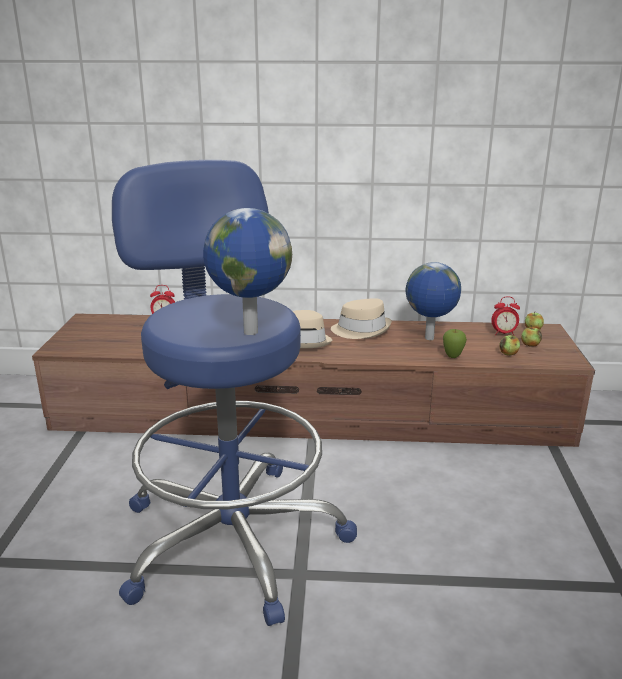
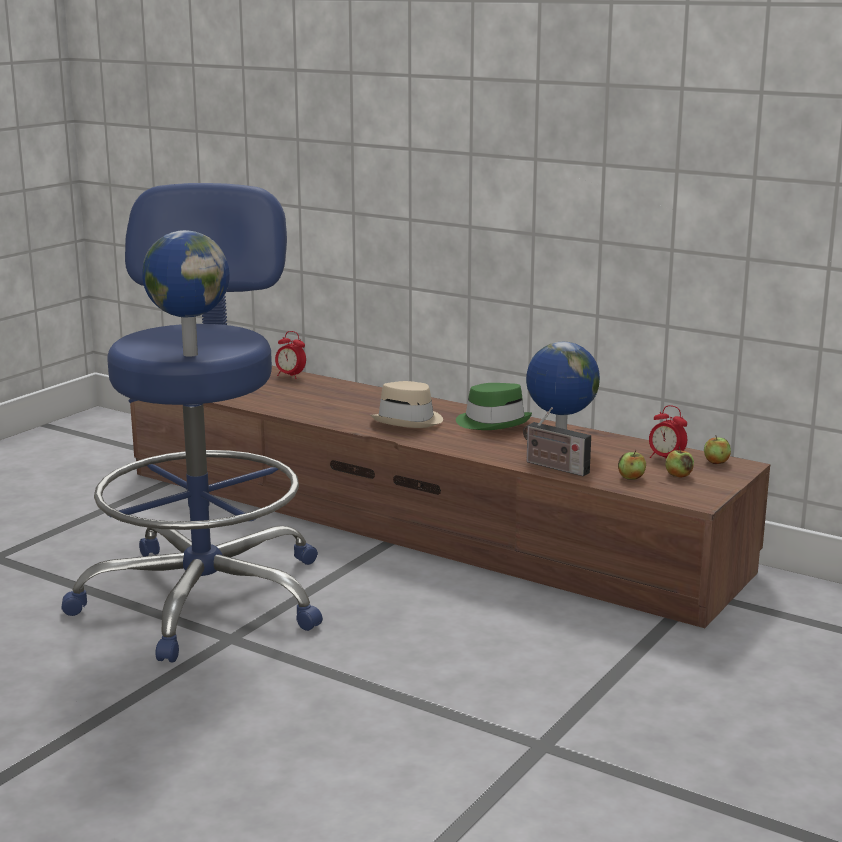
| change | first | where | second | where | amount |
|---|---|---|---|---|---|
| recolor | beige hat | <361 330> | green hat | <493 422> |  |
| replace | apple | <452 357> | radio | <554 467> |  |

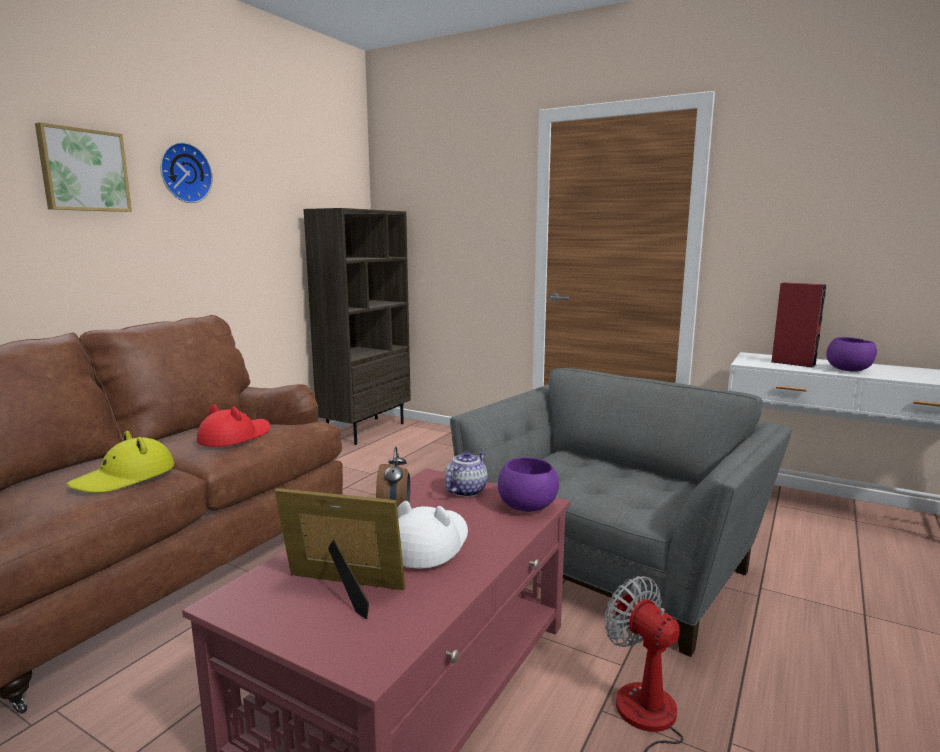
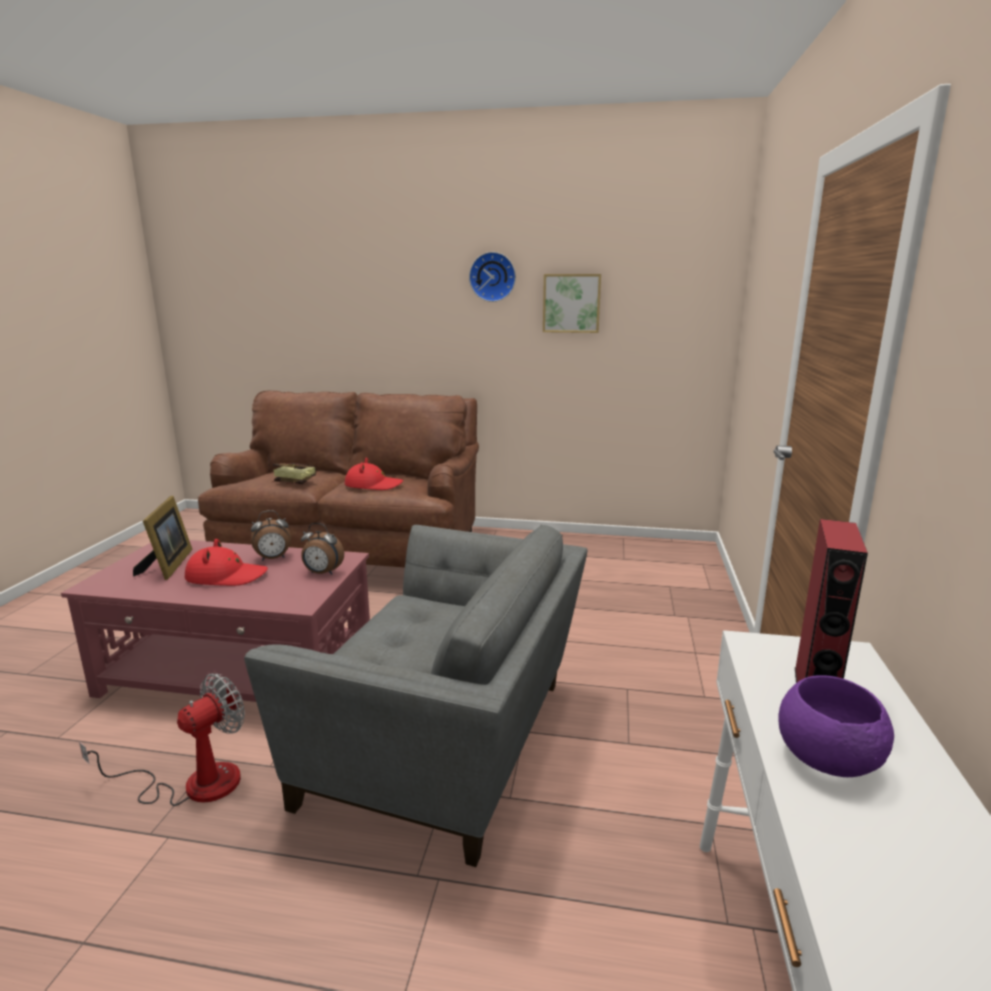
| change | first | where | second | where | amount |
|---|---|---|---|---|---|
| move | picture | <83 170> |  | <571 303> |  |
| replace | yellow hat | <125 477> | book | <292 482> |  |
| delete | brown bookcase | <366 430> |  |  |  |
| recolor | white hat | <428 544> | red hat | <226 576> |  |
| replace | teapot | <466 490> | alarm clock | <322 573> |  |
| delete | purple bowl | <528 507> |  |  |  |

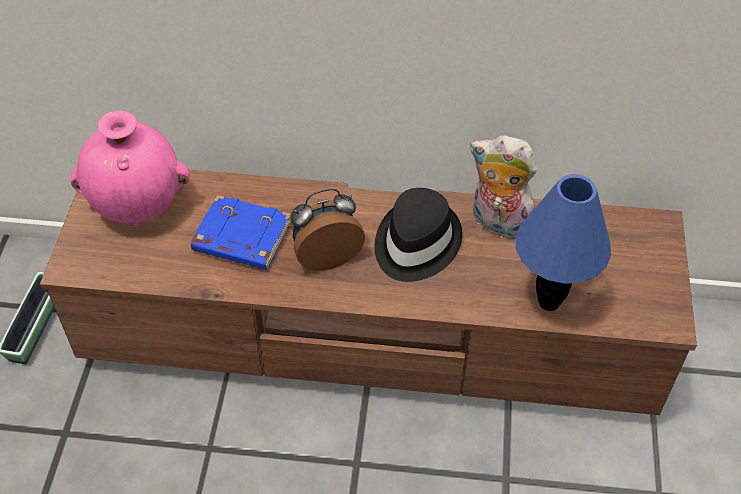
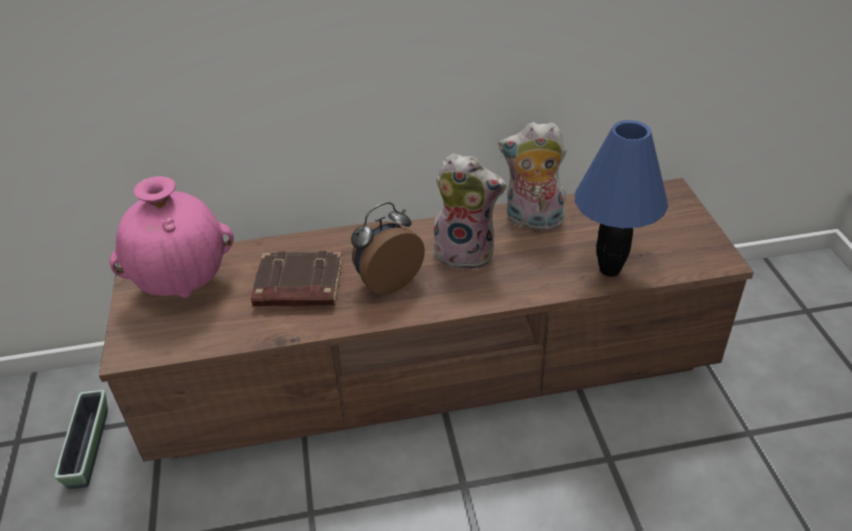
| change | first | where | second | where | amount |
|---|---|---|---|---|---|
| recolor | blue book | <240 239> | brown book | <298 287> |  |
| replace | black hat | <415 243> | plush toy | <466 252> |  |

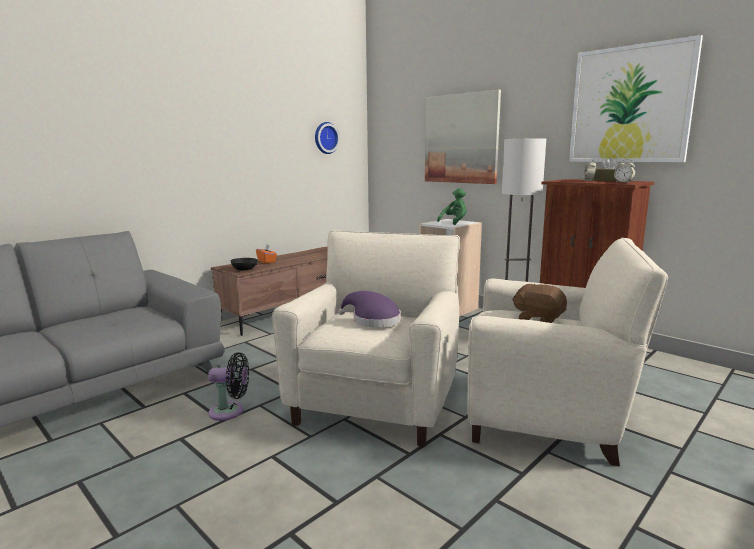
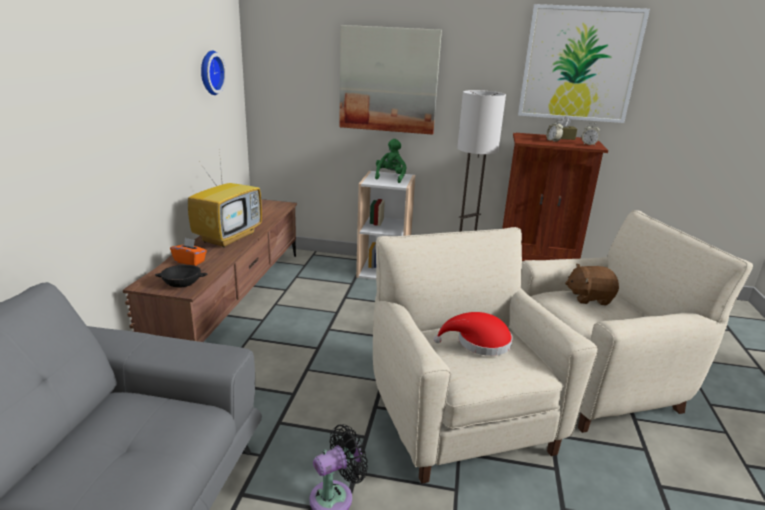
| change | first | where | second | where | amount |
|---|---|---|---|---|---|
| recolor | purple hat | <372 320> | red hat | <479 342> |  |
| insert |  |  | television | <228 237> |  |

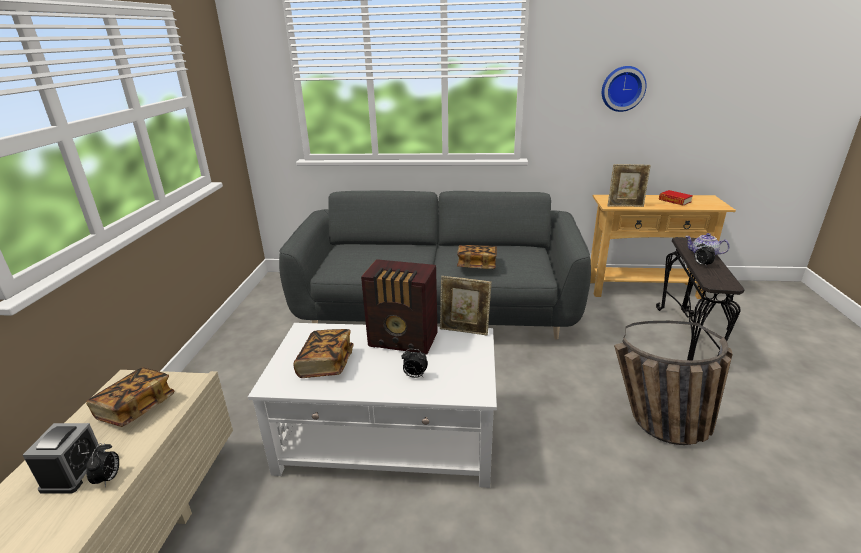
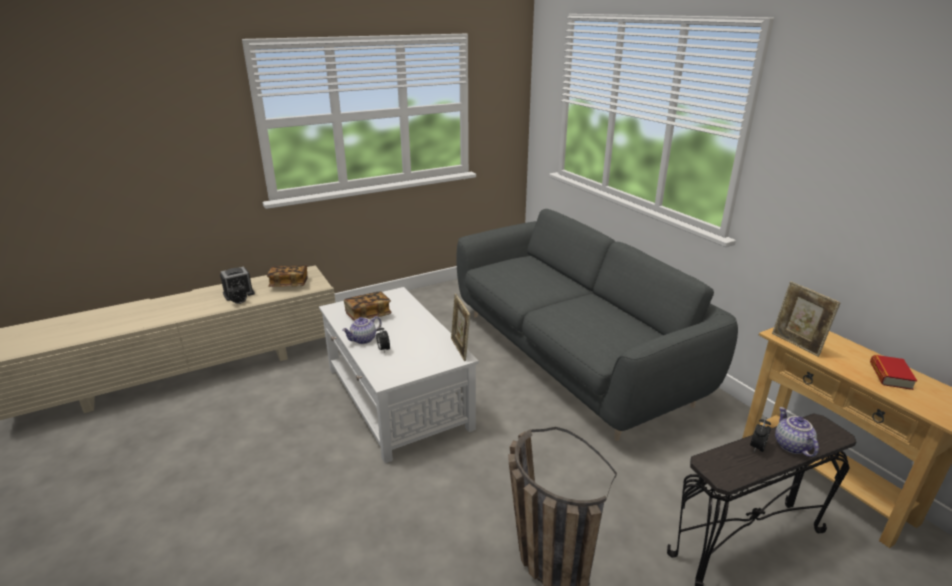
| change | first | where | second | where | amount |
|---|---|---|---|---|---|
| delete | radio | <404 341> |  |  |  |
| delete | book | <476 266> |  |  |  |
| delete | wall clock | <622 88> |  |  |  |
| insert |  |  | teapot | <363 340> |  |

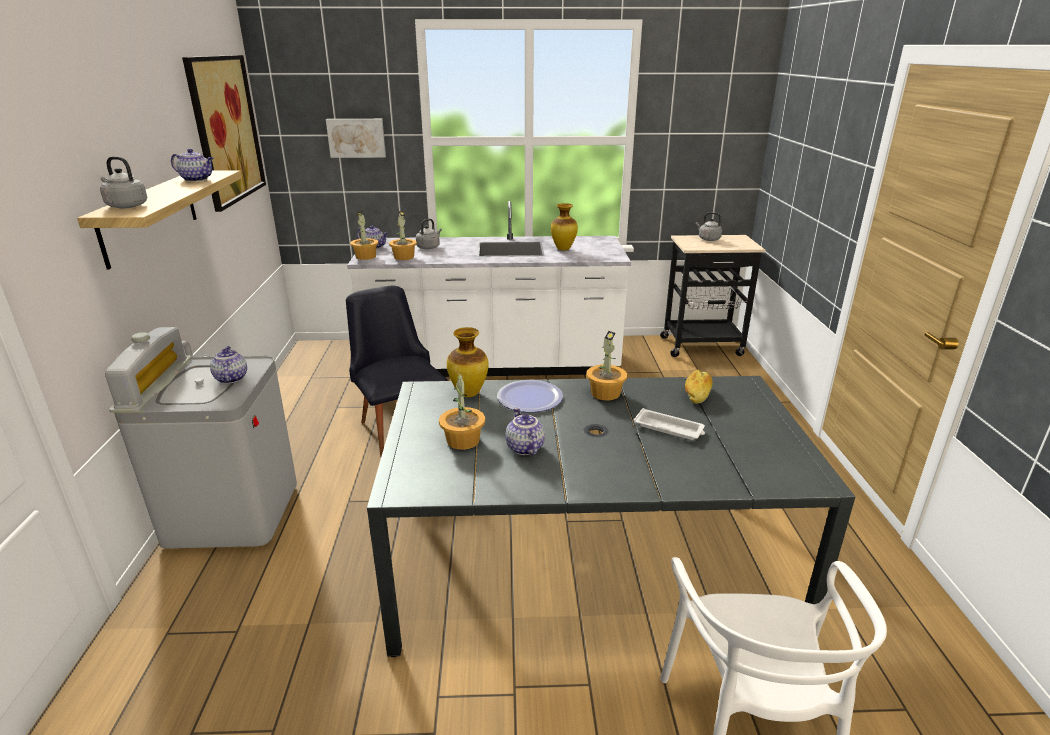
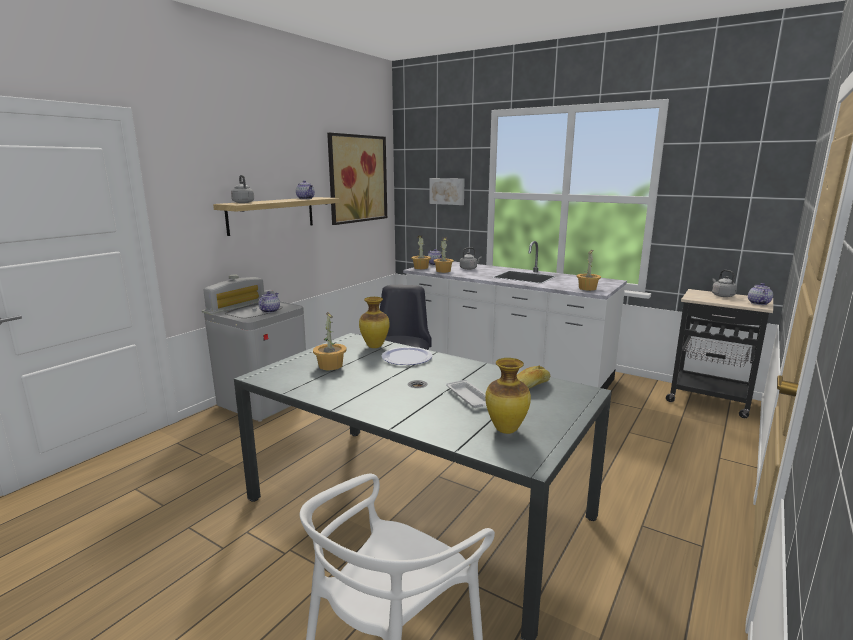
| change | first | where | second | where | amount |
|---|---|---|---|---|---|
| move | teapot | <524 448> |  | <758 303> |  |
| move | vase | <563 249> |  | <506 430> |  |
| move | potted plant | <605 393> |  | <587 288> |  |

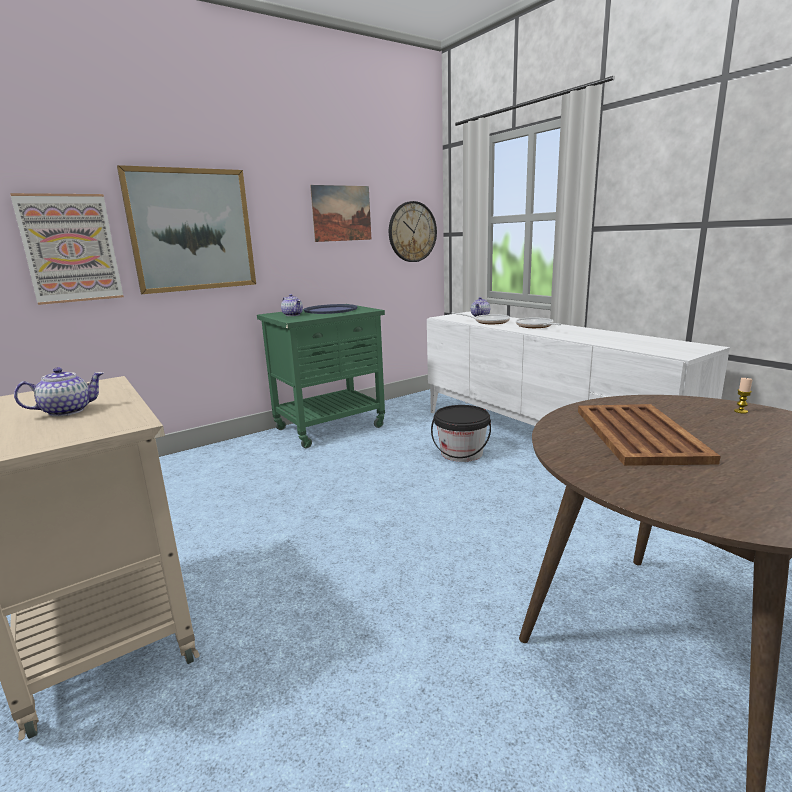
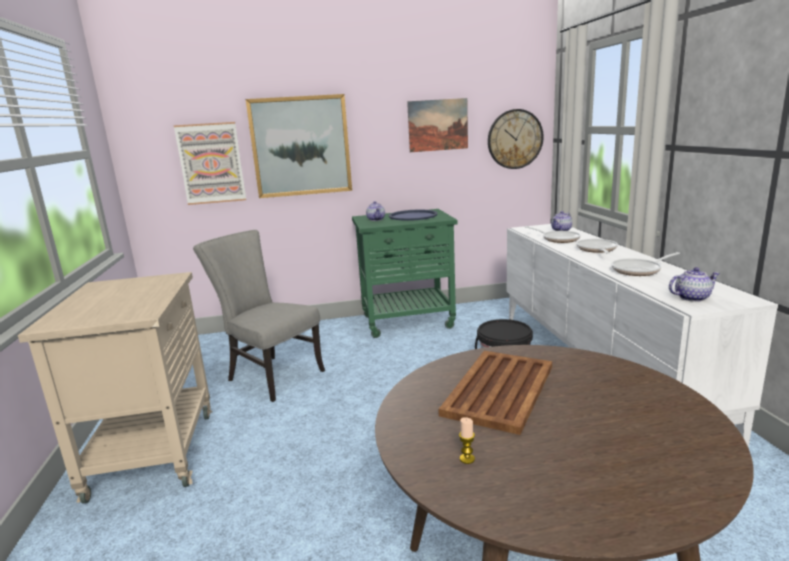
| change | first | where | second | where | amount |
|---|---|---|---|---|---|
| move | teapot | <67 411> |  | <692 297> |  |
| move | candle | <740 411> |  | <467 459> |  |
| insert |  |  | grey chair | <270 375> |  |
| insert |  |  | frying pan | <639 270> |  |

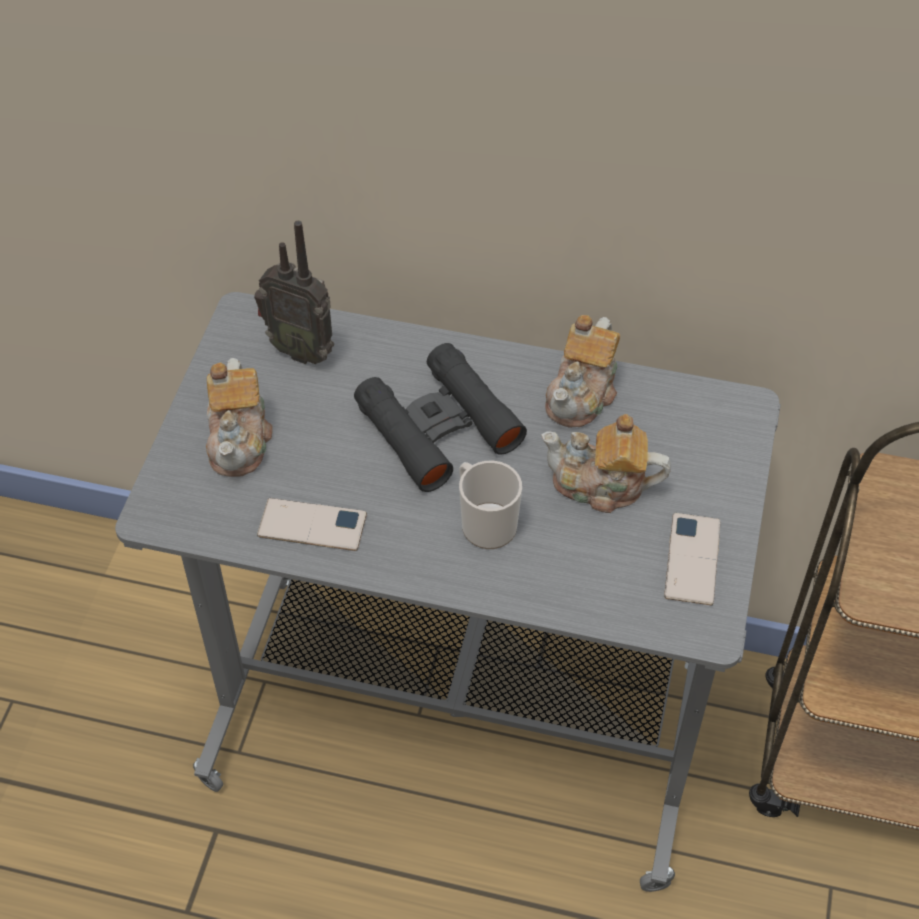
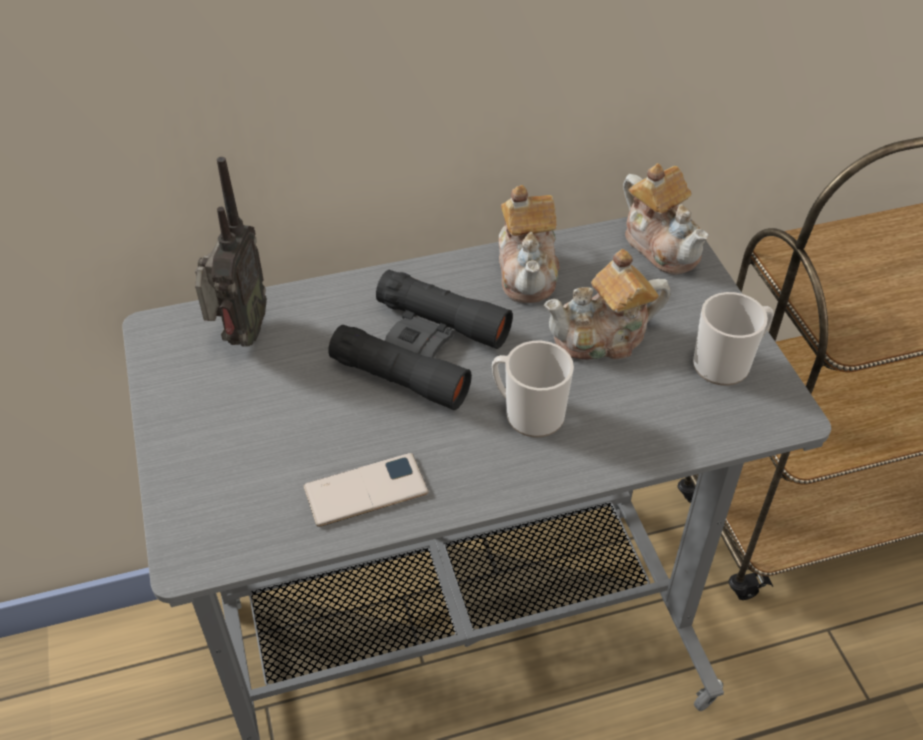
| change | first | where | second | where | amount |
|---|---|---|---|---|---|
| move | teapot | <240 439> |  | <661 245> |  |
| rotate | radio | <302 349> |  | <240 336> | 75 degrees counterclockwise |
| replace | phone | <692 559> | mug | <727 363> |  |

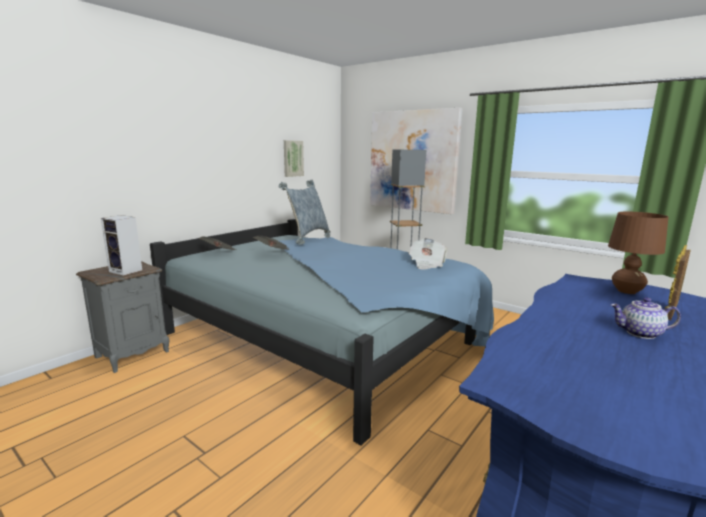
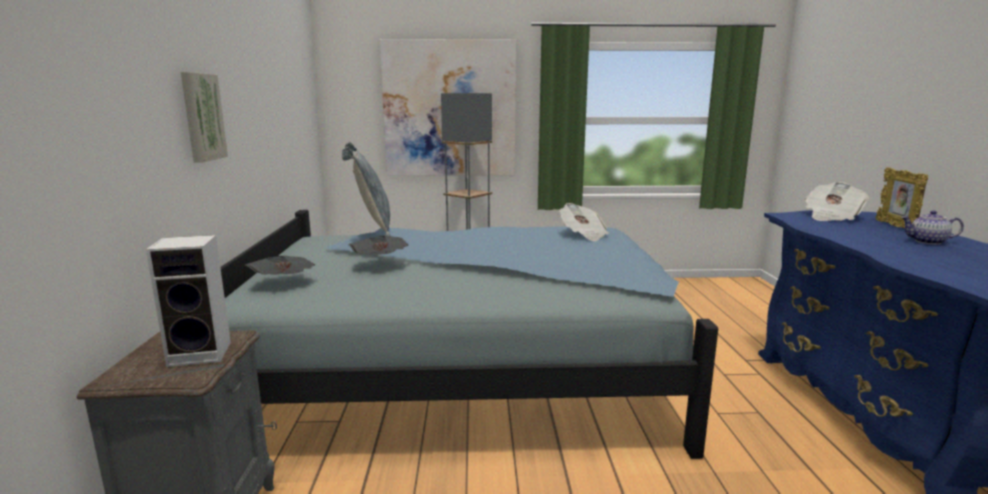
| change | first | where | second | where | amount |
|---|---|---|---|---|---|
| move | picture | <292 158> |  | <201 117> |  |
| replace | brown table lamp | <627 291> | newspaper | <831 217> |  |
| rotate | teapot | <640 333> |  | <927 242> | 45 degrees clockwise |

